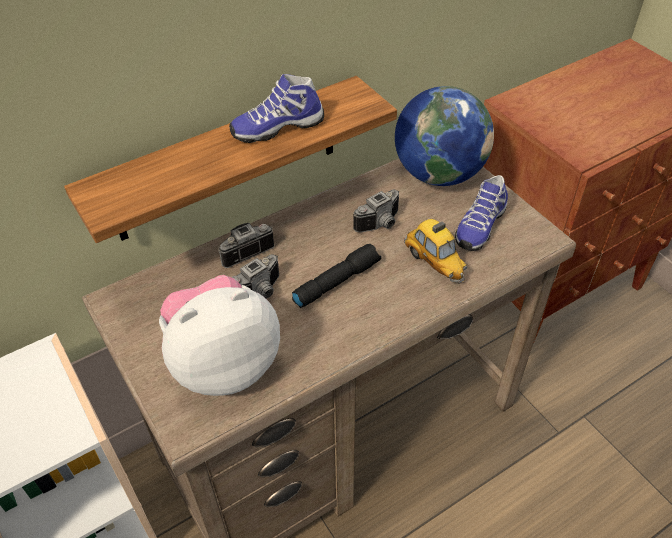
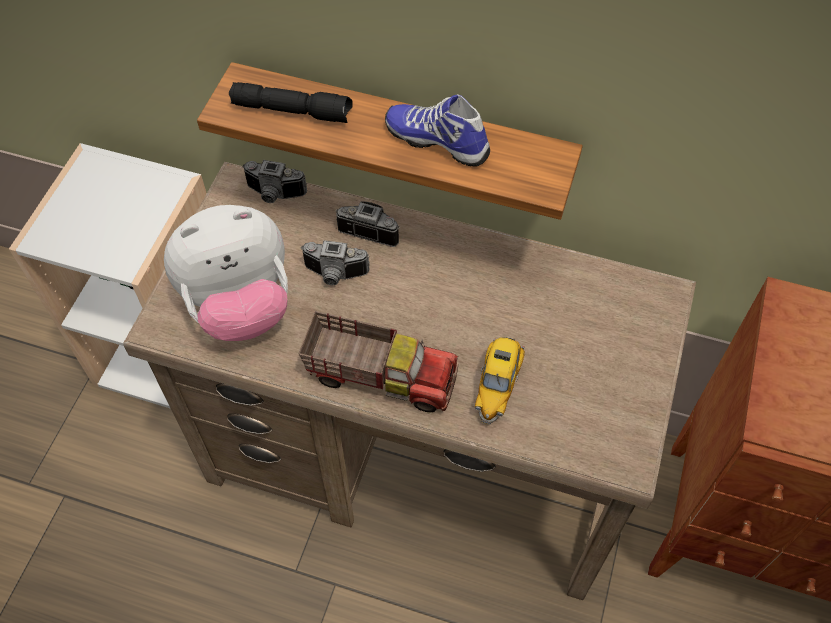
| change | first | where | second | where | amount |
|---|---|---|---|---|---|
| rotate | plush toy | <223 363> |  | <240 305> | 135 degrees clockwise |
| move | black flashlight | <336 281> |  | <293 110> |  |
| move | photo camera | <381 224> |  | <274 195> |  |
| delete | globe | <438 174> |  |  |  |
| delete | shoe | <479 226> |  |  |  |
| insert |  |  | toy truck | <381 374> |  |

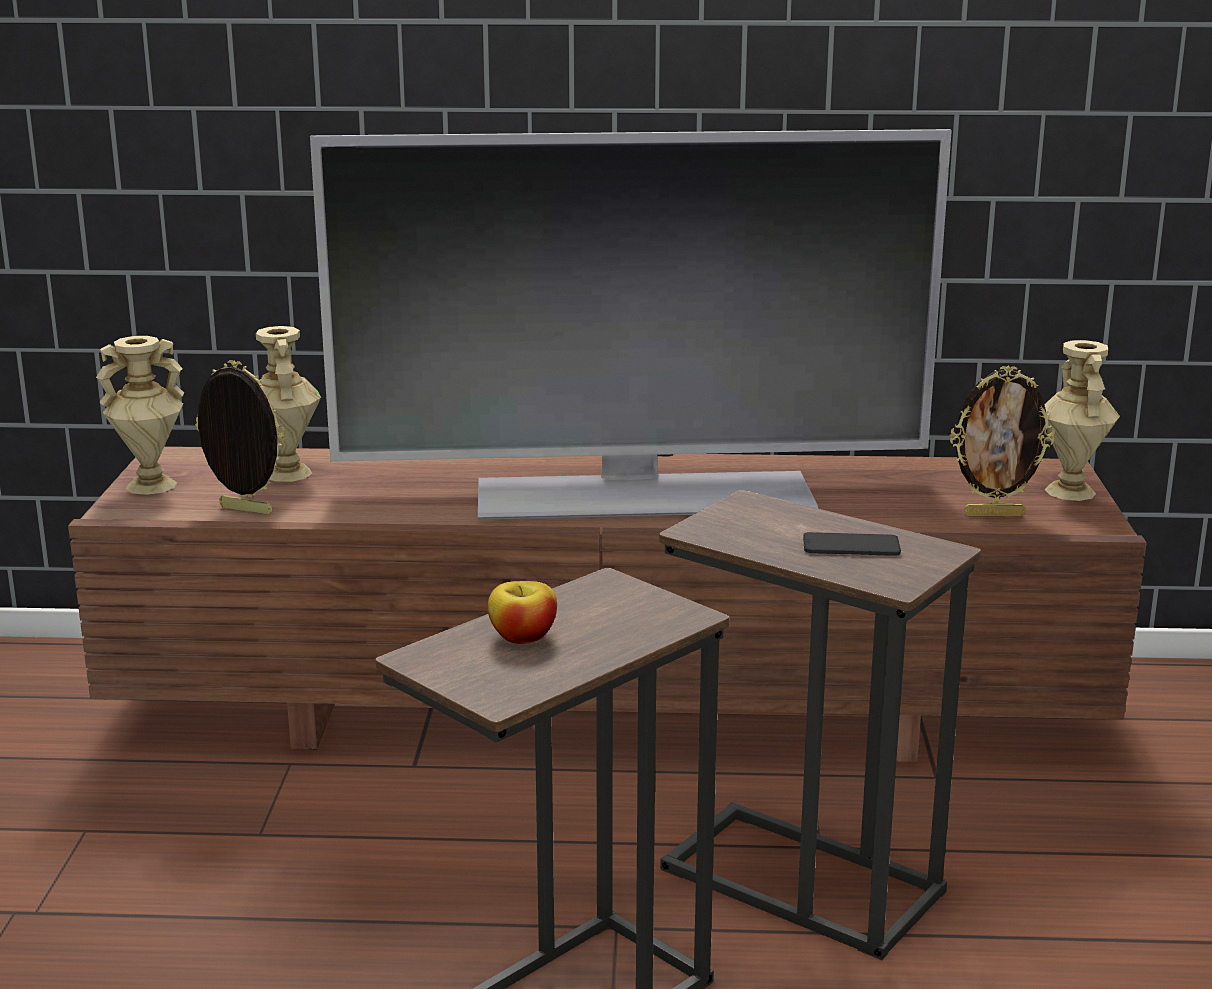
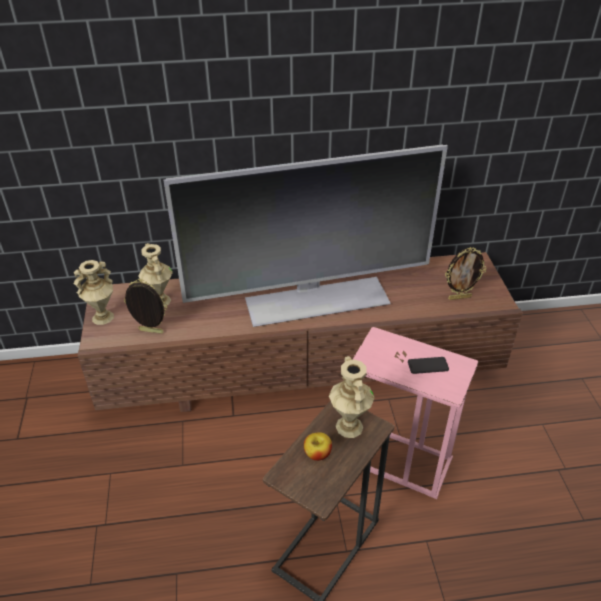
| change | first | where | second | where | amount |
|---|---|---|---|---|---|
| recolor | brown side table | <804 881> | pink side table | <399 460> |  |
| move | beige vase | <1068 491> |  | <348 426> |  |

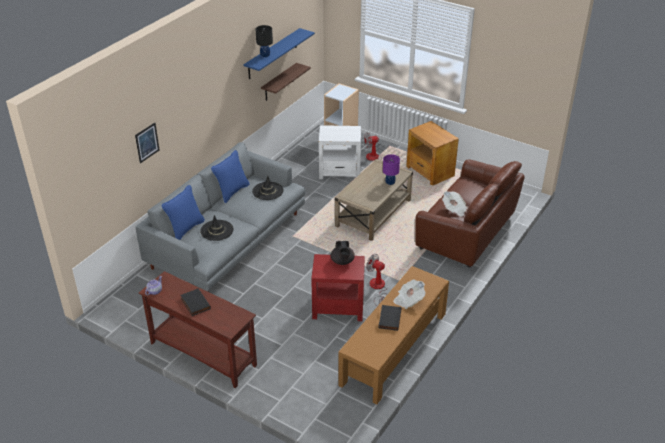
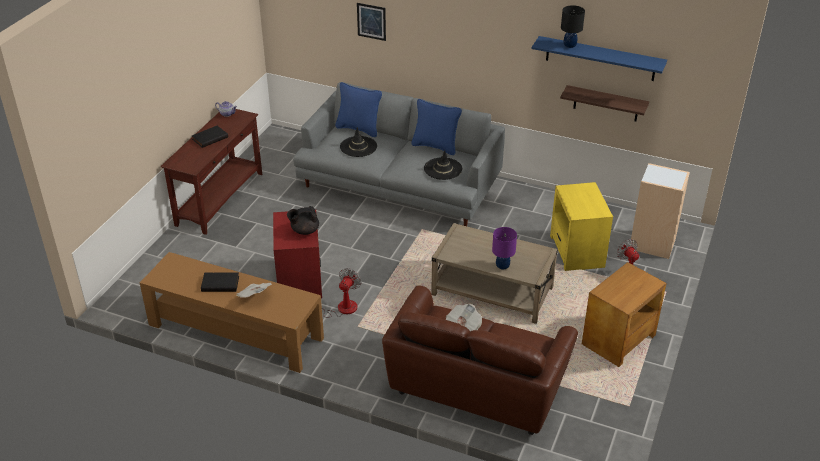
| change | first | where | second | where | amount |
|---|---|---|---|---|---|
| recolor | white side table | <340 171> | yellow side table | <576 251> |  |

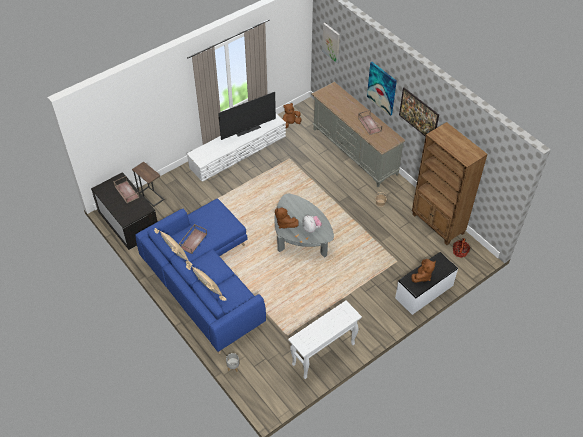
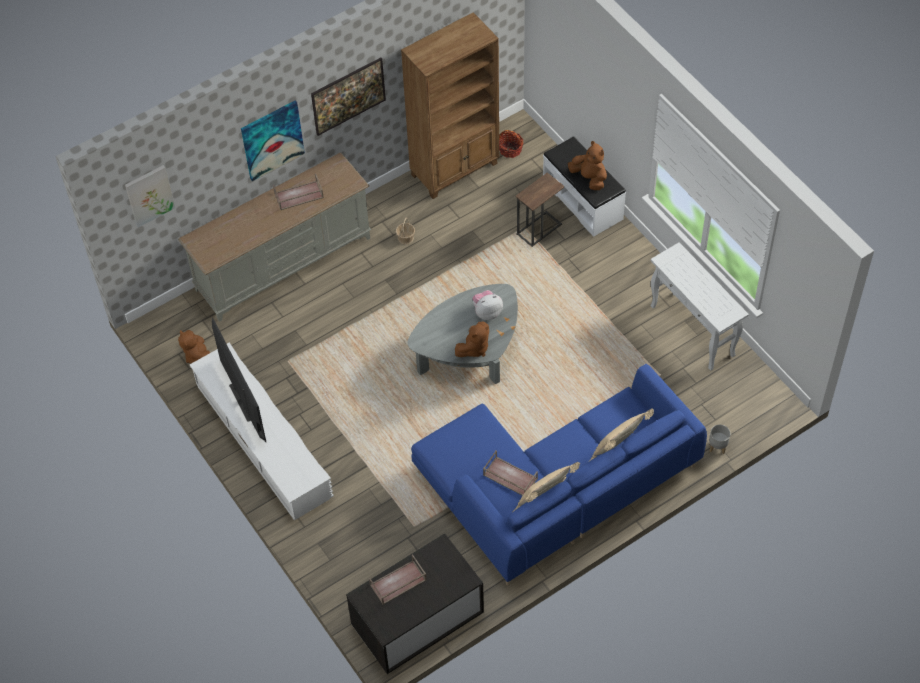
| change | first | where | second | where | amount |
|---|---|---|---|---|---|
| move | brown side table | <151 196> |  | <539 230> |  |

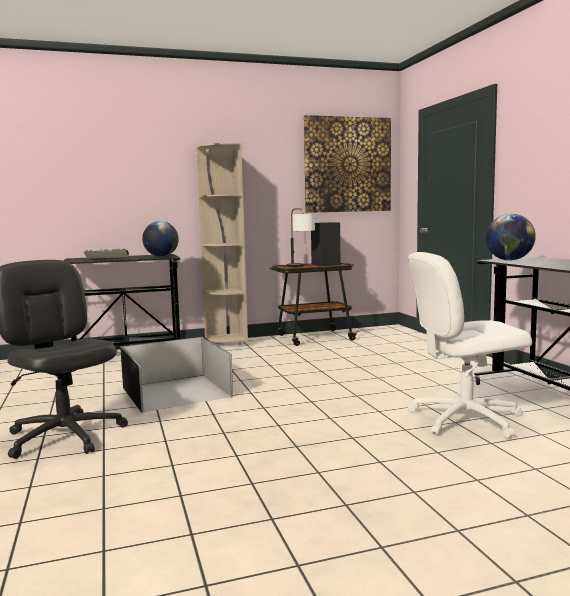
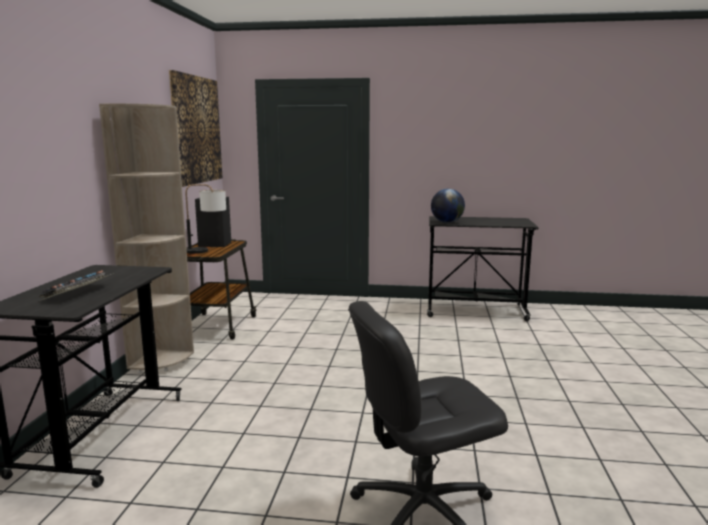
| change | first | where | second | where | amount |
|---|---|---|---|---|---|
| delete | black storage box | <174 392> |  |  |  |
| delete | globe | <161 256> |  |  |  |
| delete | white office chair | <465 419> |  |  |  |

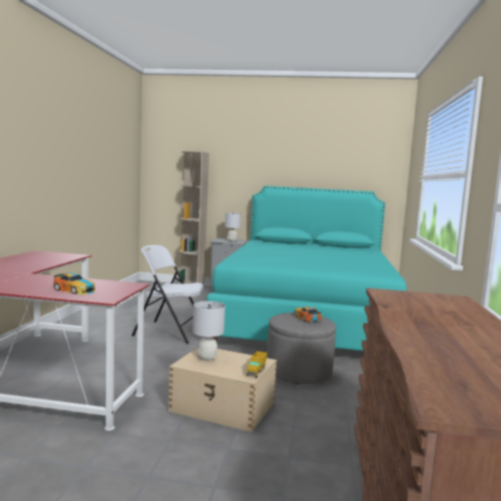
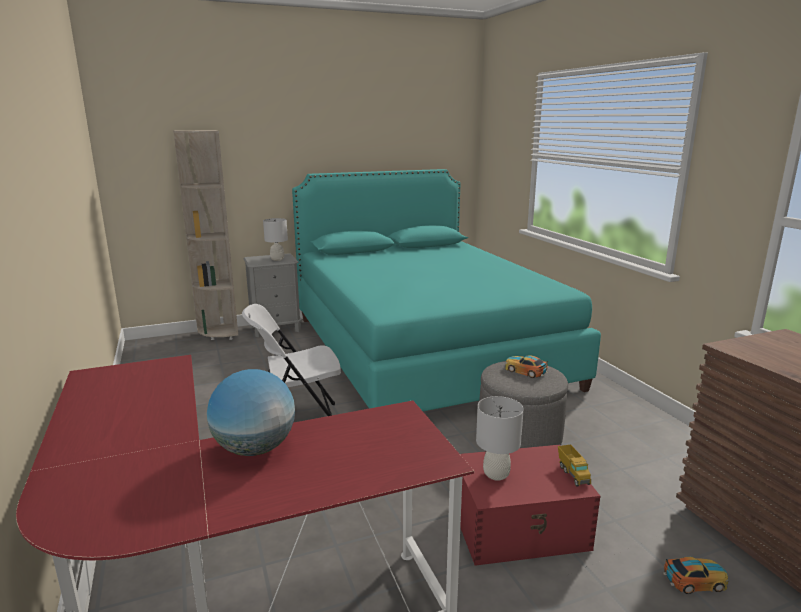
| change | first | where | second | where | amount |
|---|---|---|---|---|---|
| move | toy car | <74 290> |  | <695 580> |  |
| recolor | beige storage box | <223 407> | red storage box | <520 526> |  |
| insert |  |  | globe | <255 448> |  |

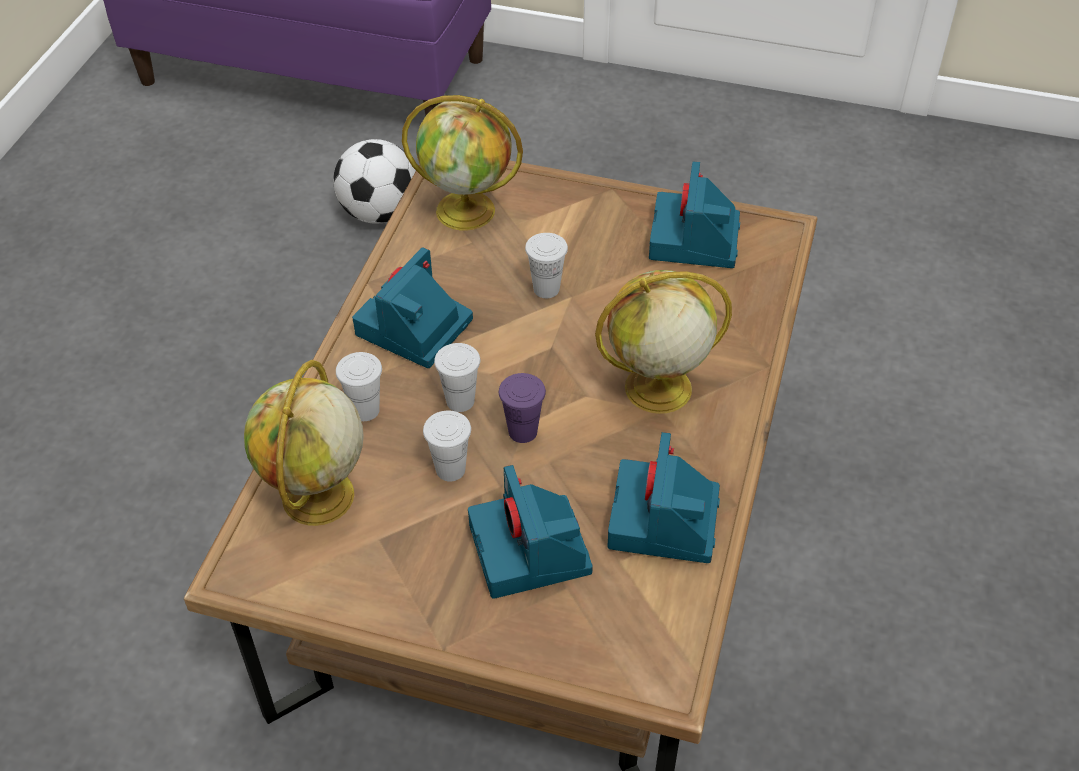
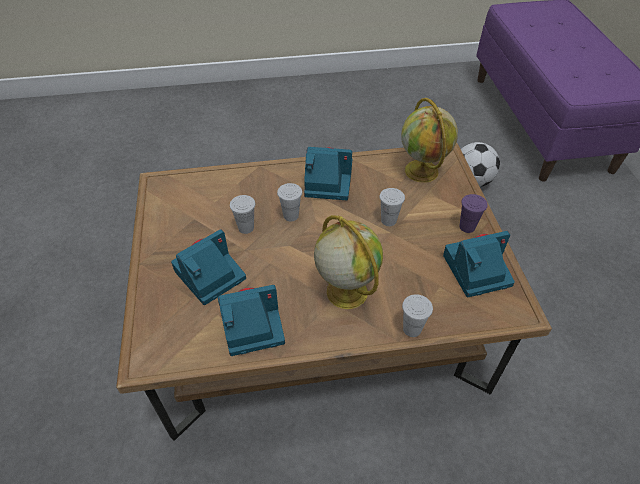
| change | first | where | second | where | amount |
|---|---|---|---|---|---|
| delete | globe | <318 498> |  |  |  |
| move | white cup | <365 410> |  | <412 329> |  |
| move | purple cup | <523 431> |  | <467 227> |  |

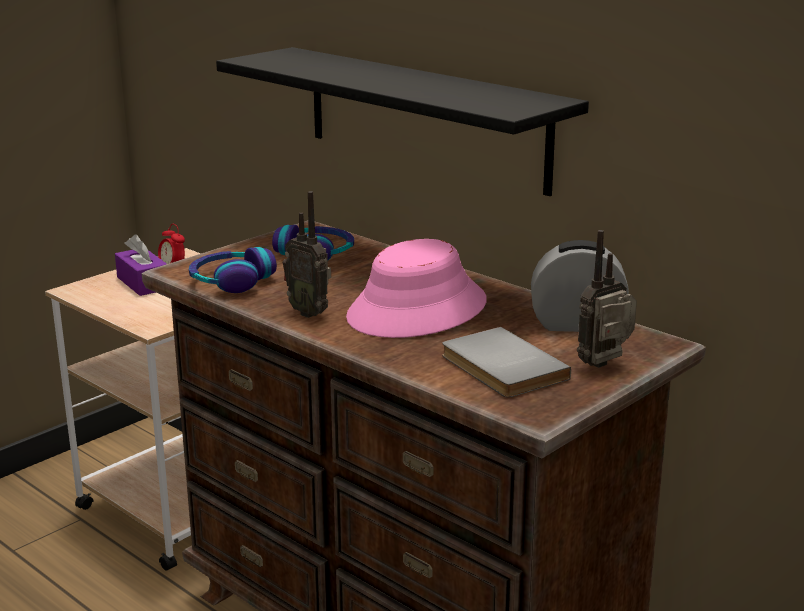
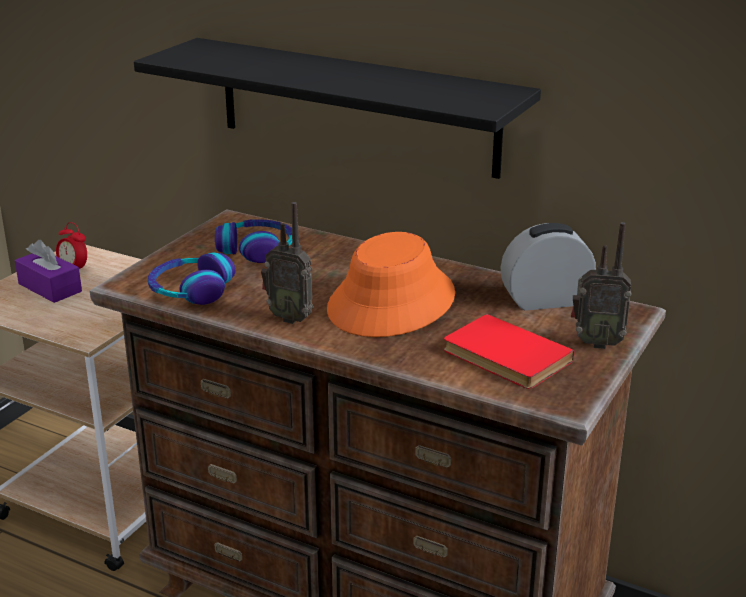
| change | first | where | second | where | amount |
|---|---|---|---|---|---|
| recolor | pink hat | <417 310> | orange hat | <392 303> |  |
| recolor | grey book | <500 368> | red book | <504 357> |  |
| rotate | radio | <606 366> |  | <596 342> | 120 degrees counterclockwise |

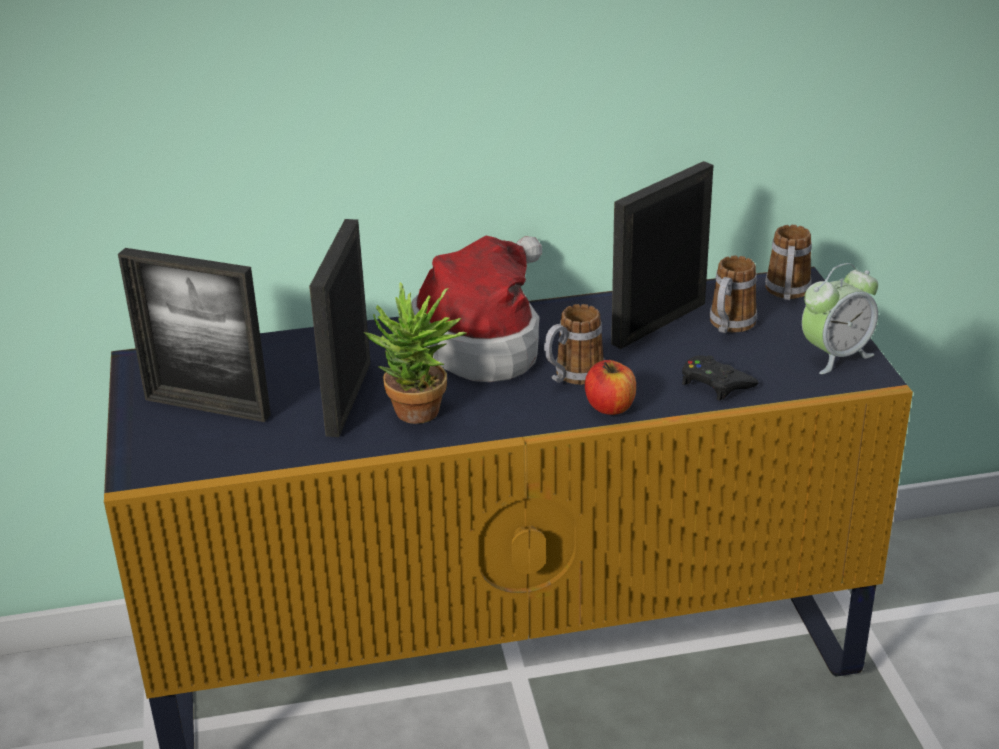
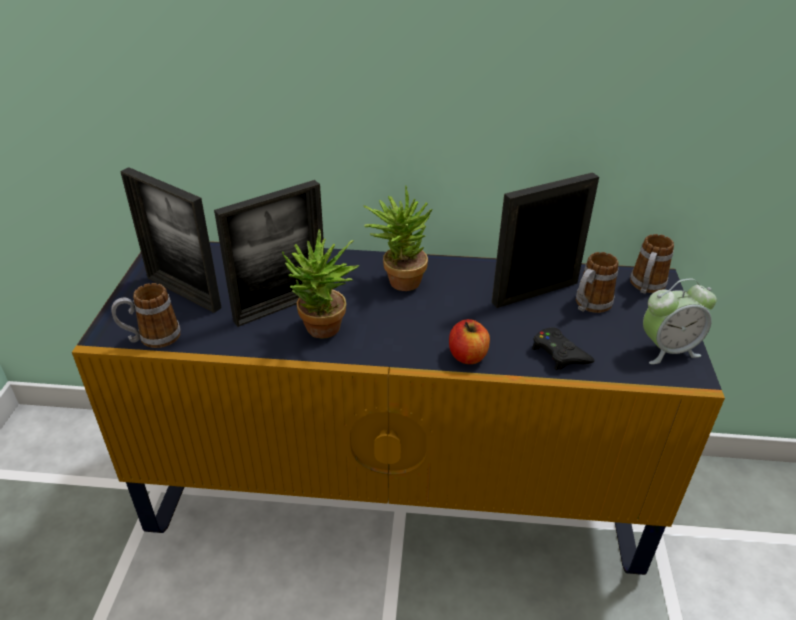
| change | first | where | second | where | amount |
|---|---|---|---|---|---|
| rotate | picture frame | <348 398> |  | <281 306> | 150 degrees counterclockwise |
| replace | hat | <483 341> | potted plant | <398 280> |  |
| move | mug | <572 376> |  | <152 338> |  |

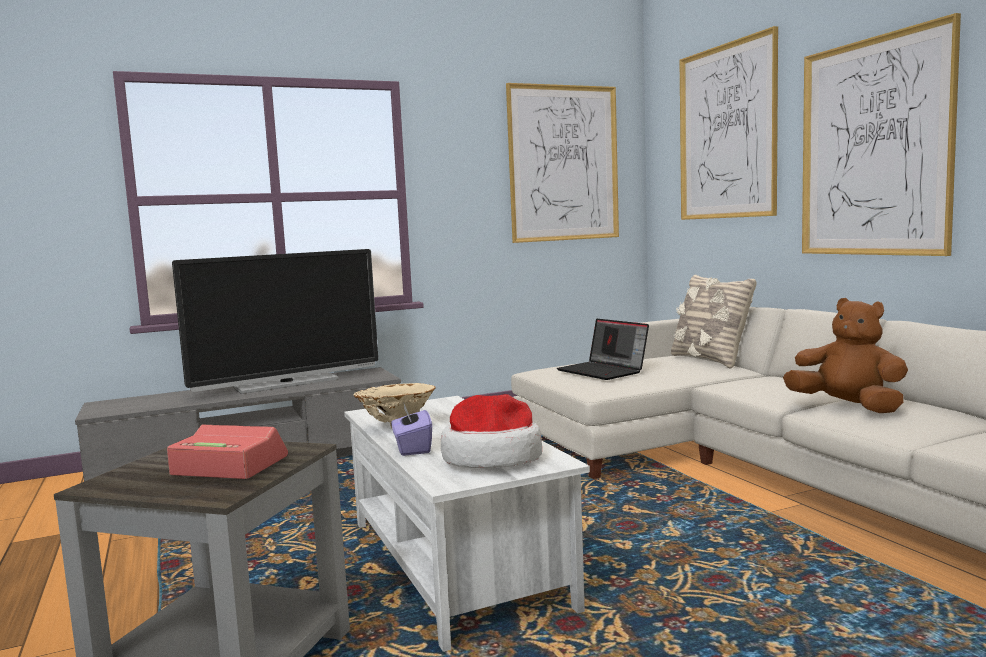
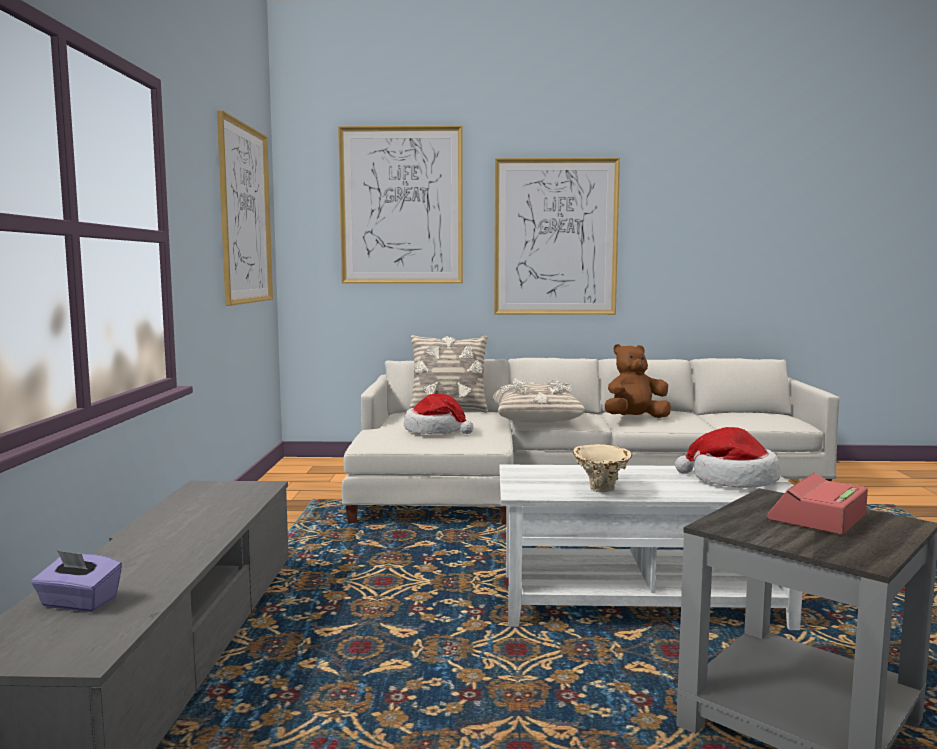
| change | first | where | second | where | amount |
|---|---|---|---|---|---|
| delete | television | <287 383> |  |  |  |
| move | purple tissue box | <412 448> |  | <79 603> |  |
| replace | laptop | <604 371> | hat | <435 430> |  |
| insert |  |  | beige pillow | <536 420> |  |

